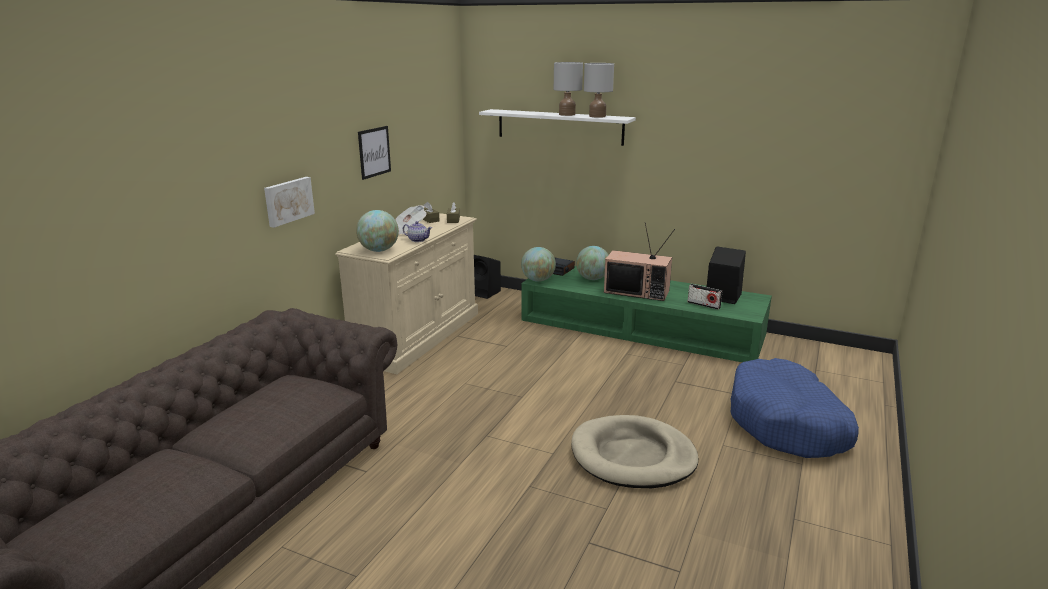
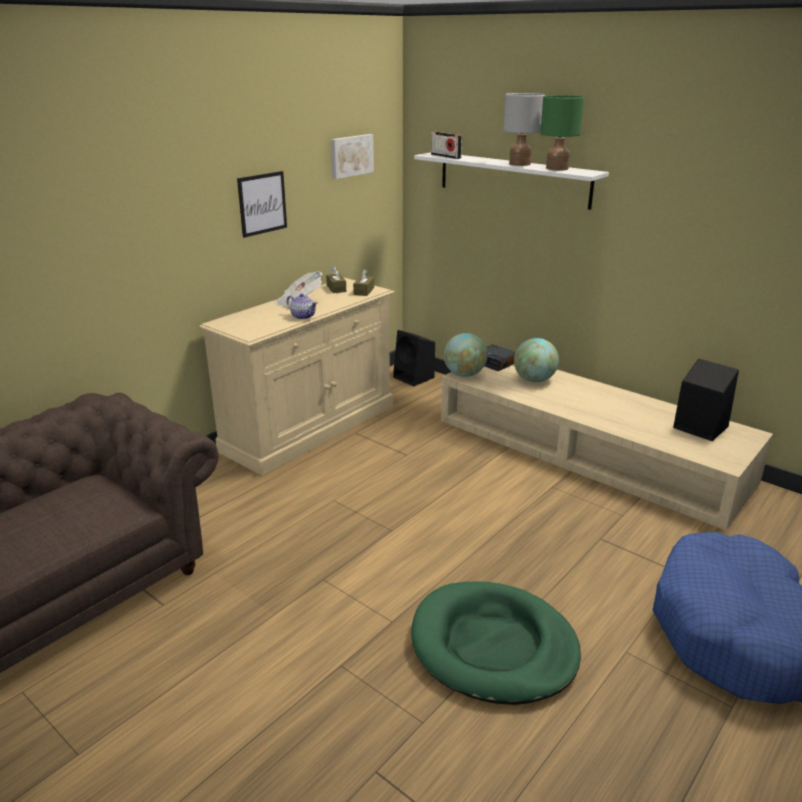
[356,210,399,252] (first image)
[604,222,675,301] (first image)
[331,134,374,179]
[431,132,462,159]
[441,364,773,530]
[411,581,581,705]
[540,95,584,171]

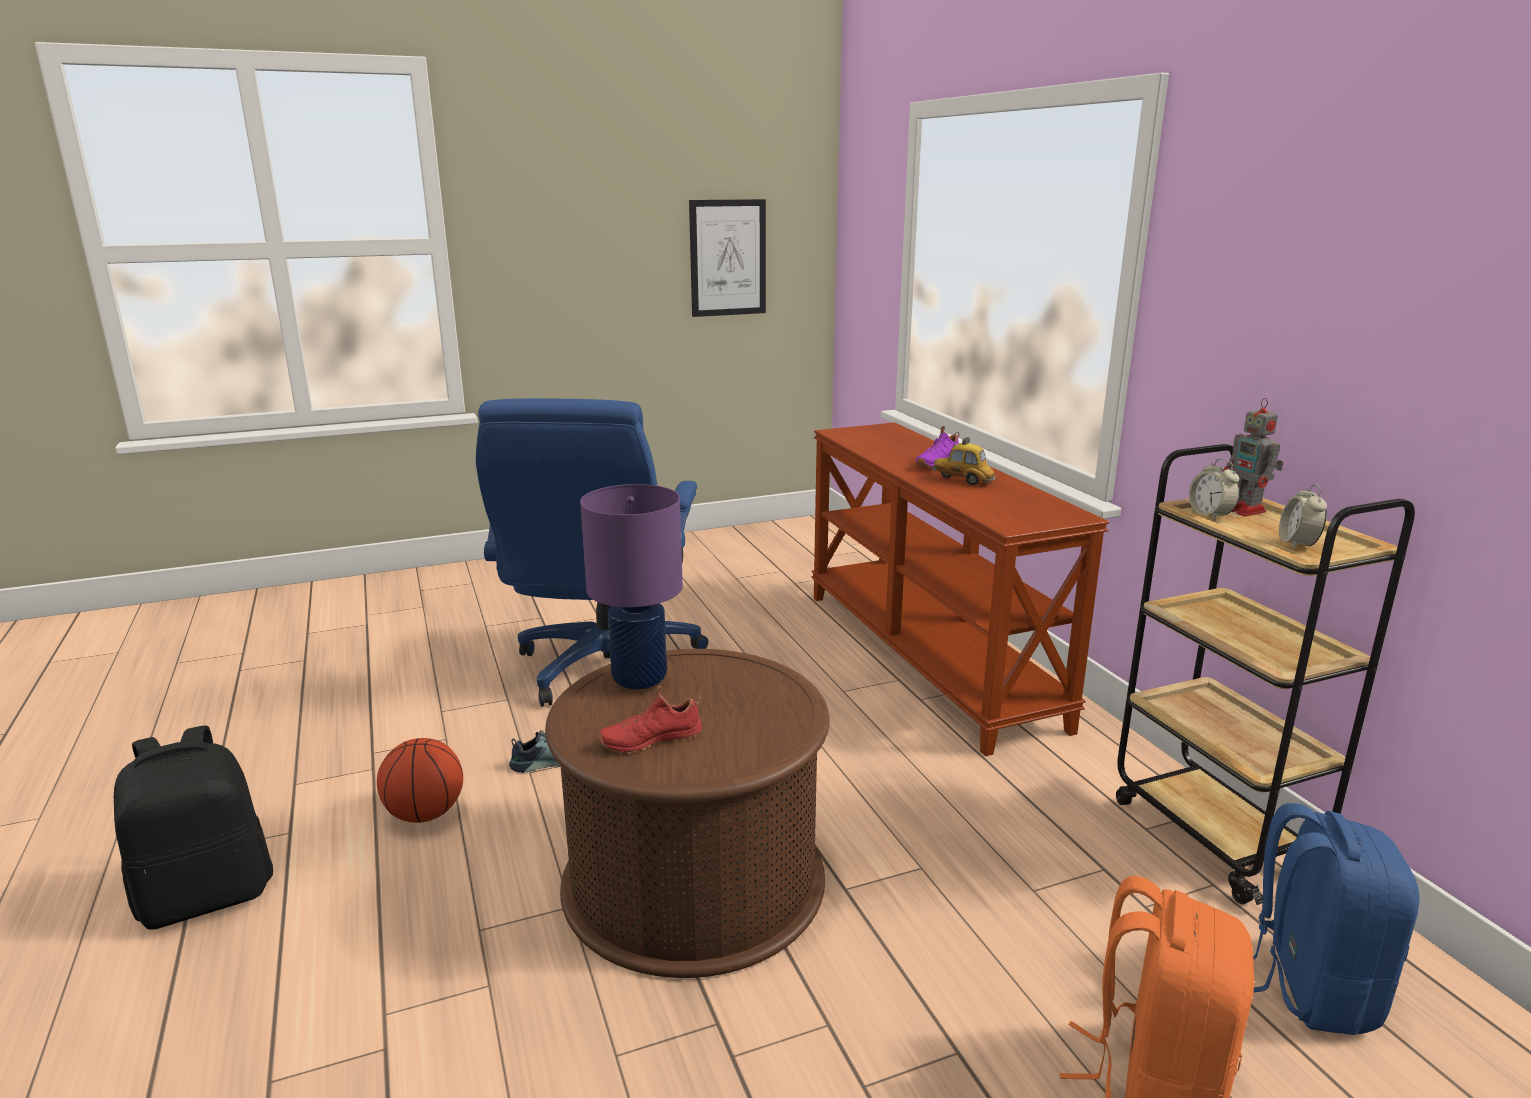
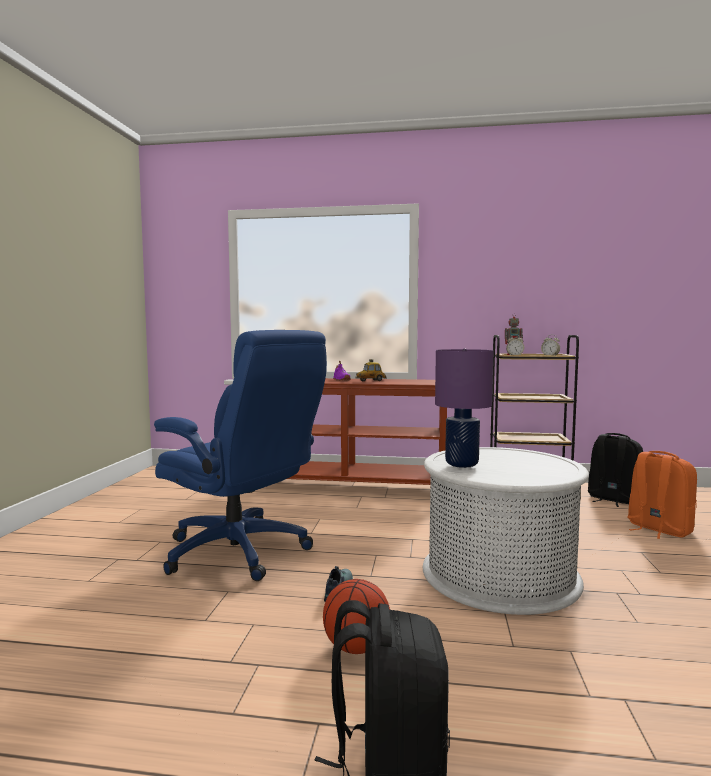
[598,686,702,754] (first image)
[689,199,766,317] (first image)
[423,447,589,615]
[588,433,643,507]

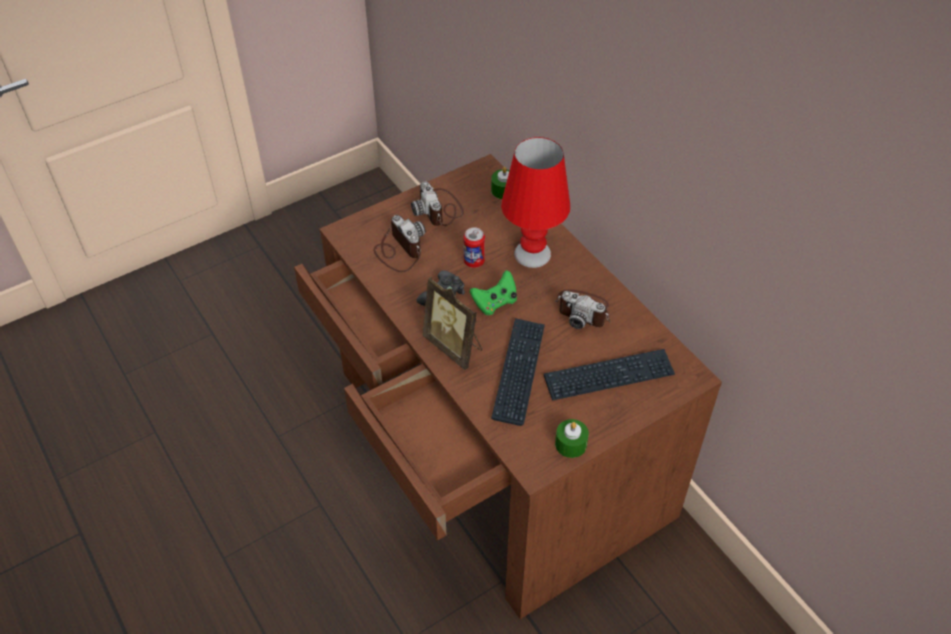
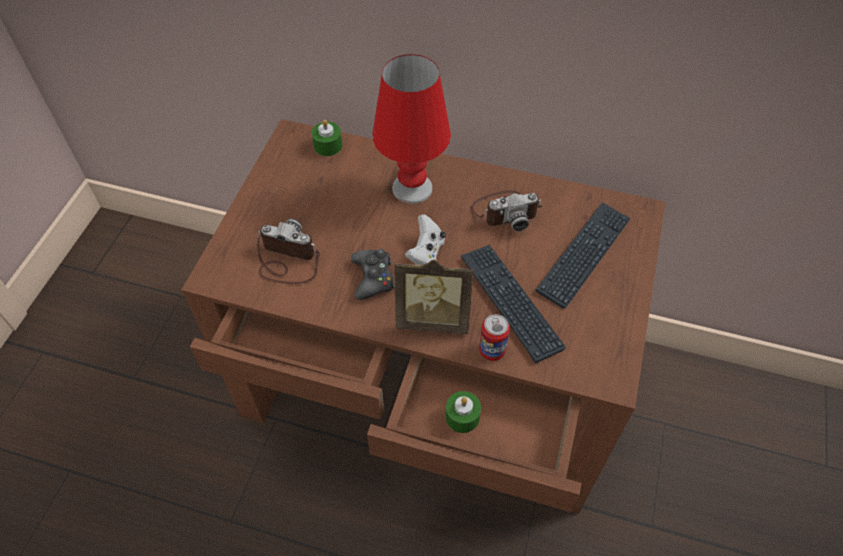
[411,181,464,226] (first image)
[479,314,510,361]
[445,391,481,433]
[405,214,446,265]

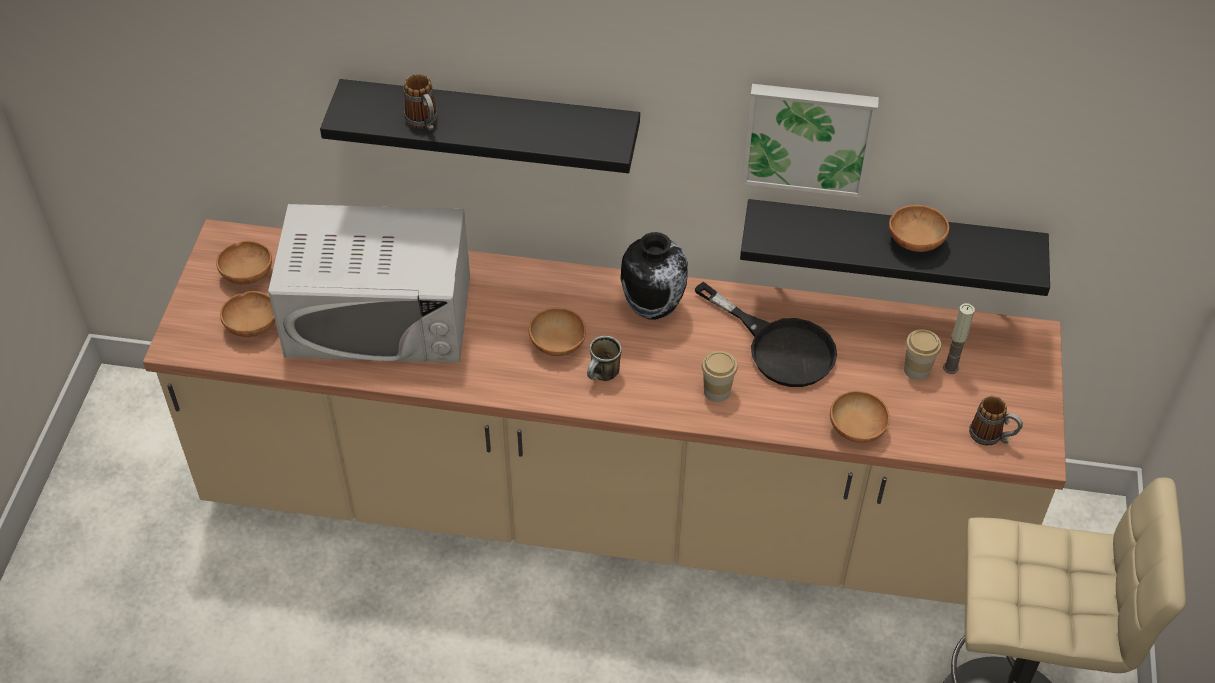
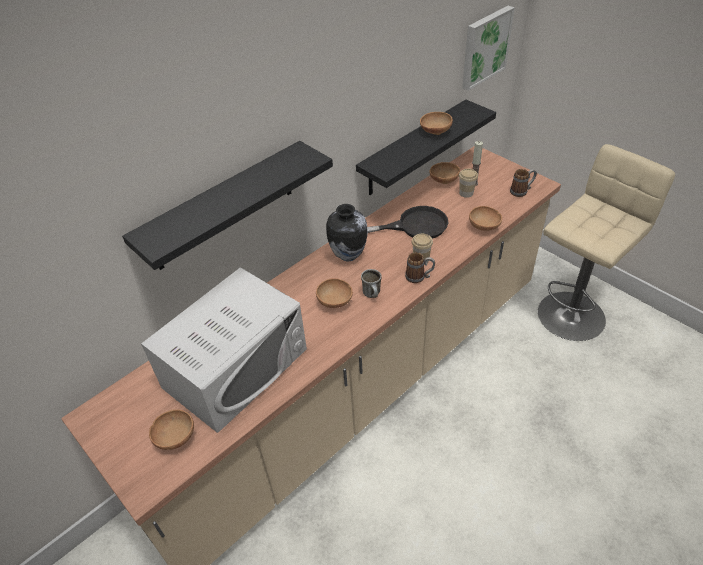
[430,162,460,184]
[405,252,435,283]
[462,6,515,91]

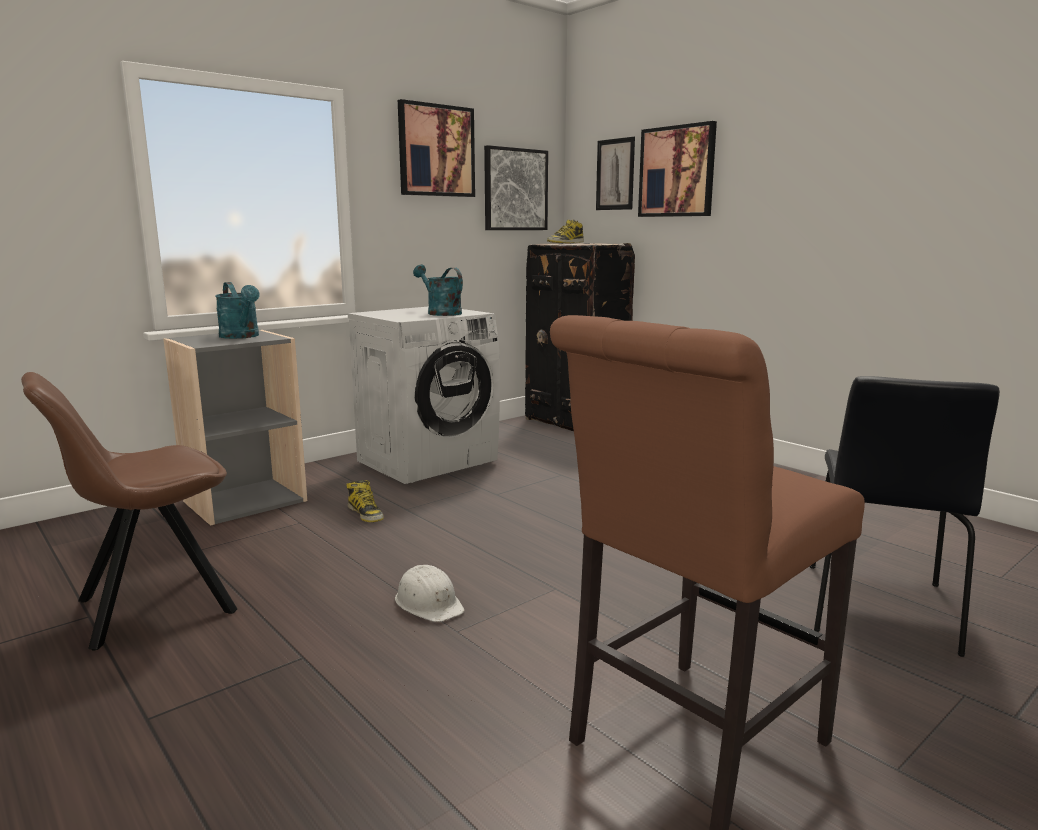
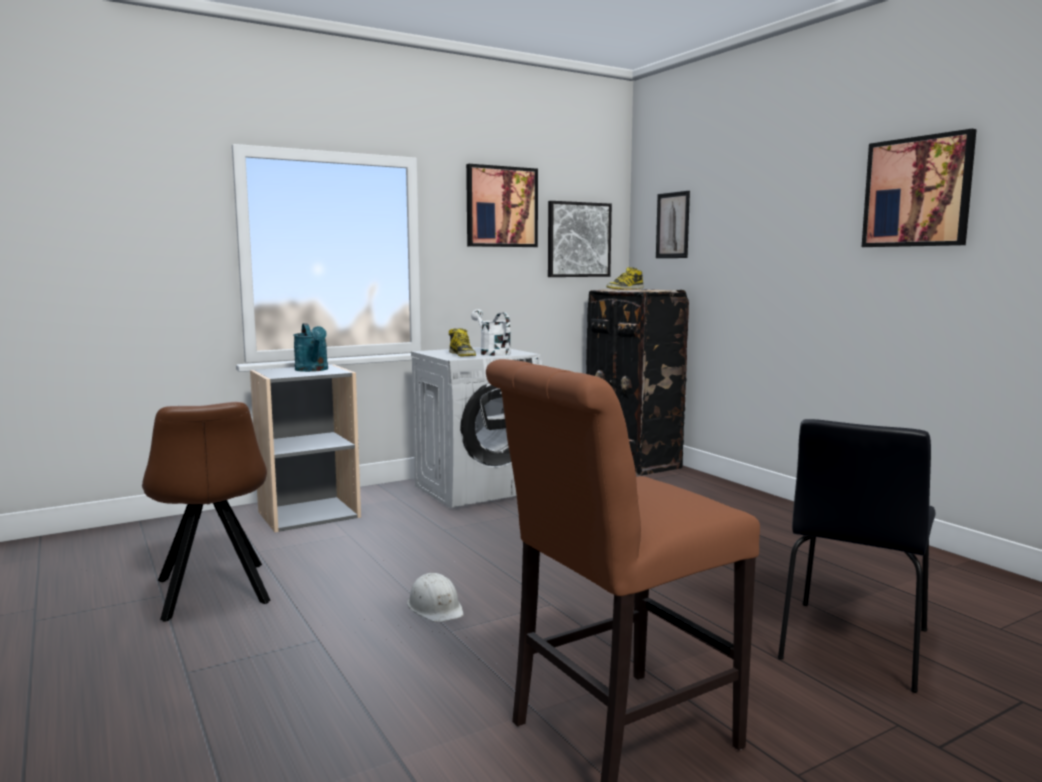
[449,328,476,356]
[862,129,977,247]
[471,309,511,356]
[142,402,271,621]

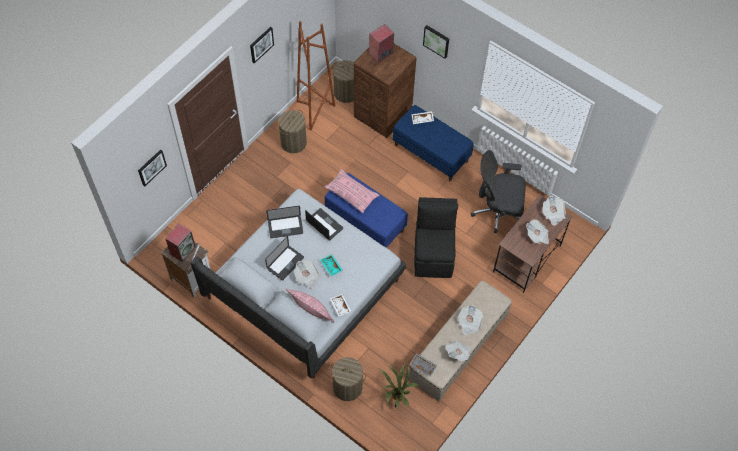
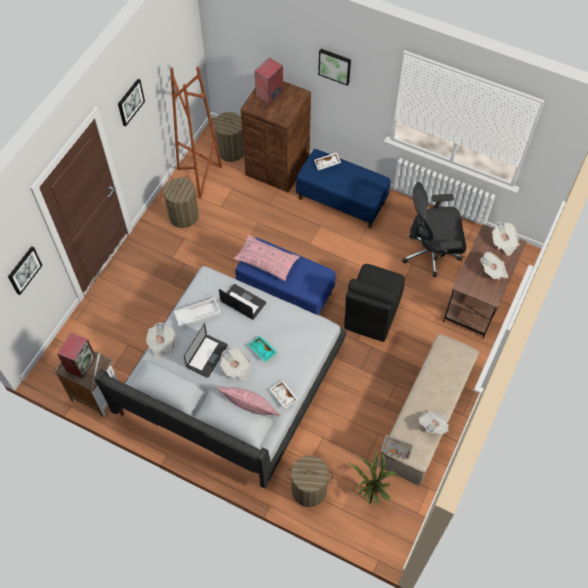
[146,323,176,359]
[174,298,221,326]
[344,264,405,342]

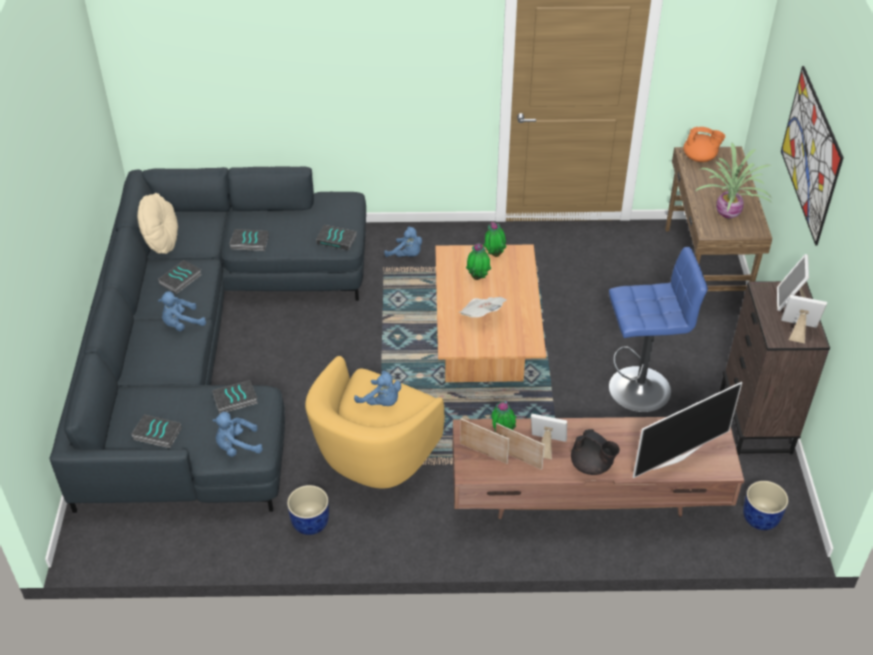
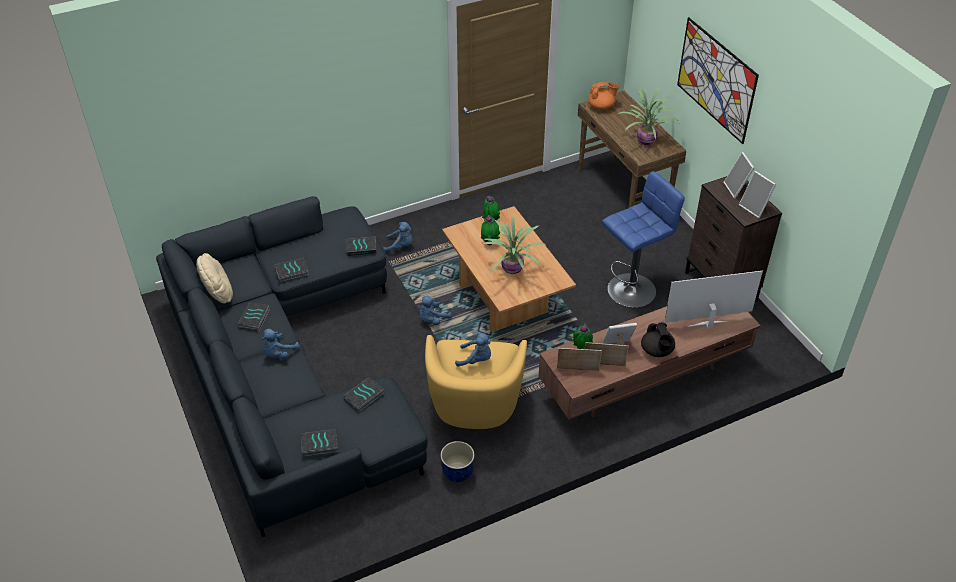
[743,481,788,530] (first image)
[419,295,452,325]
[483,216,546,274]
[641,322,675,357]
[664,271,763,329]
[739,171,776,218]

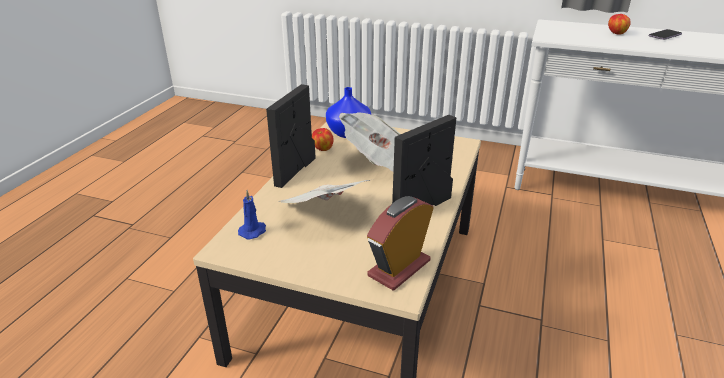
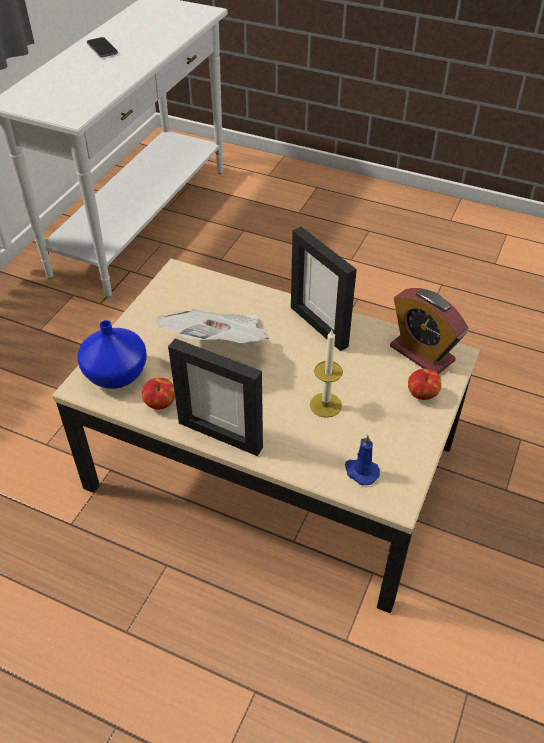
[408,369,442,400]
[310,330,343,418]

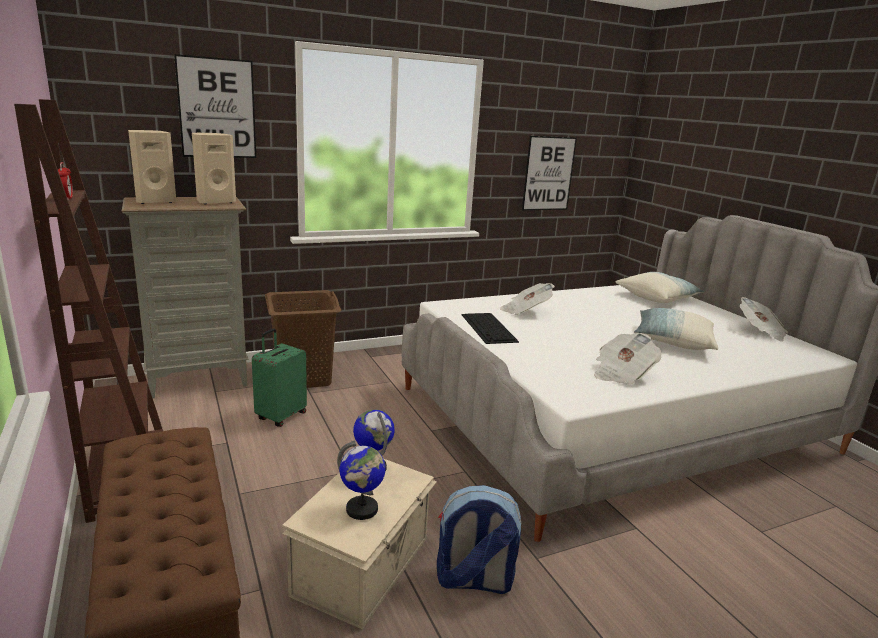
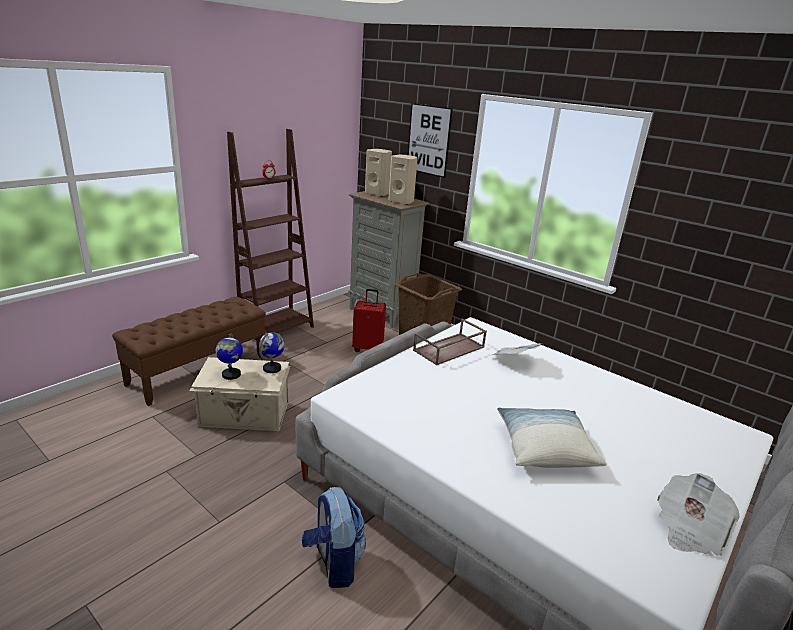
[522,136,577,210] (first image)
[594,333,661,384] (first image)
[616,272,705,303] (first image)
[302,487,366,588]
[413,318,487,365]
[352,289,386,352]

